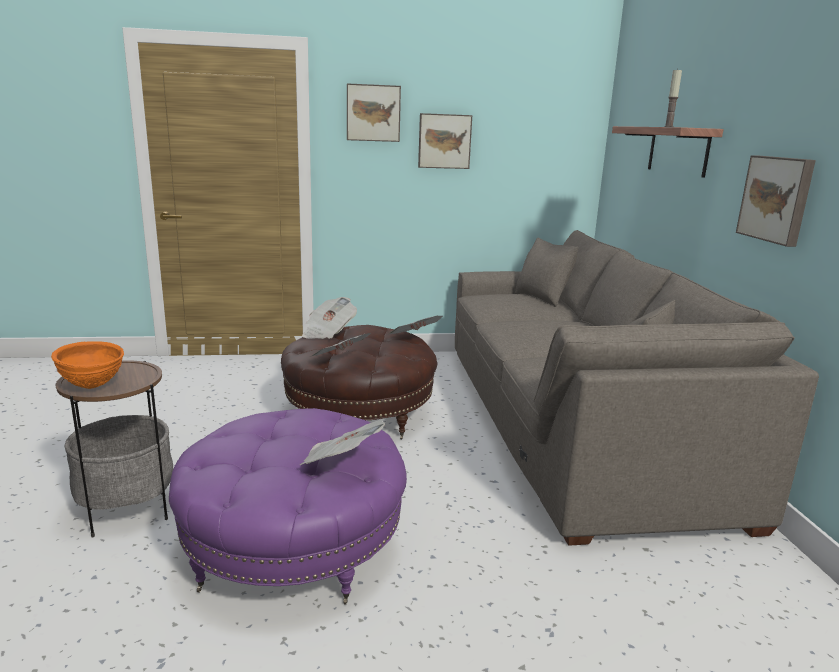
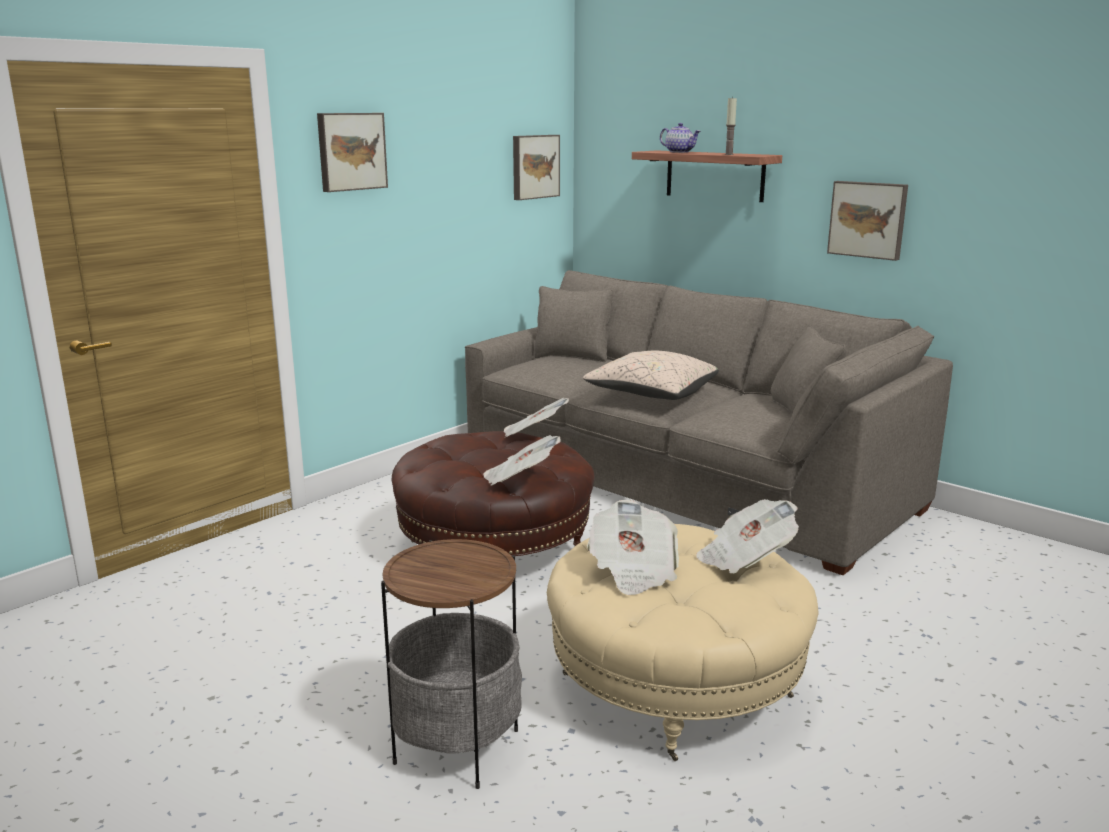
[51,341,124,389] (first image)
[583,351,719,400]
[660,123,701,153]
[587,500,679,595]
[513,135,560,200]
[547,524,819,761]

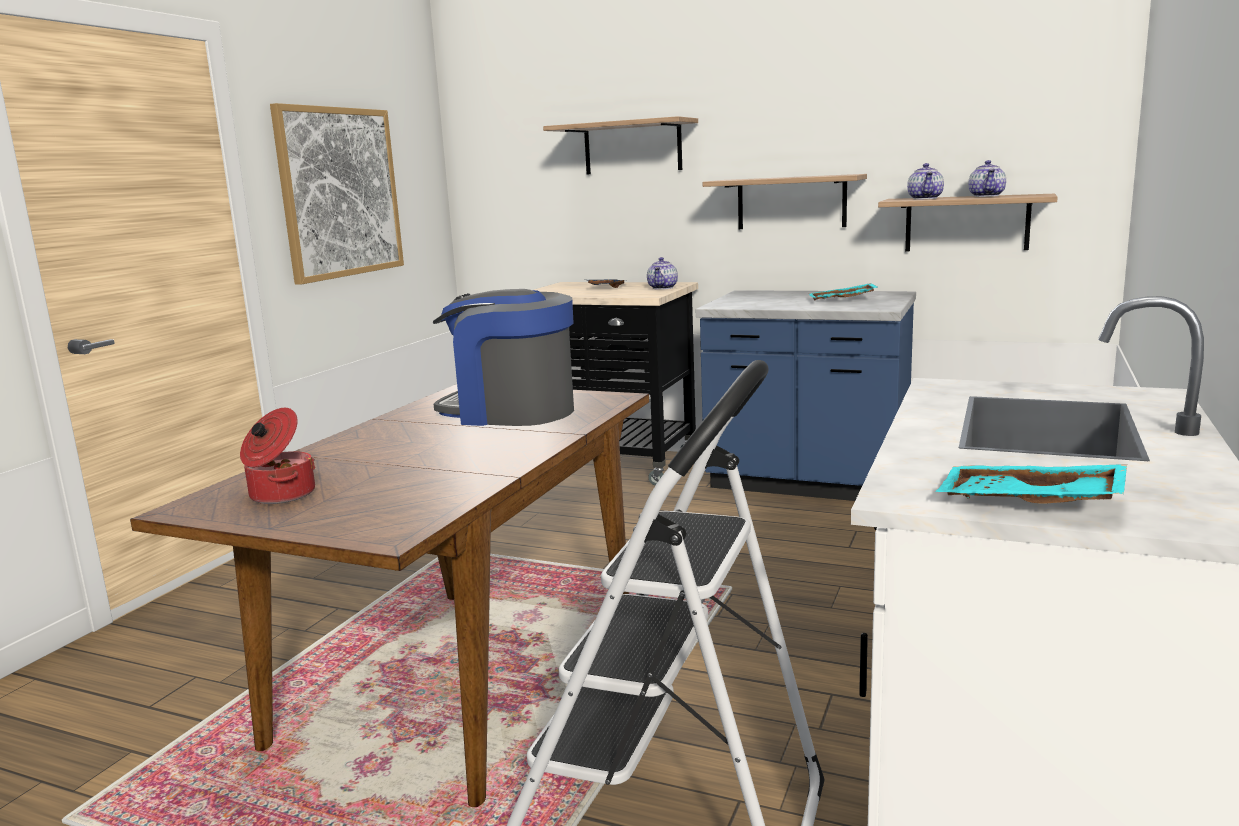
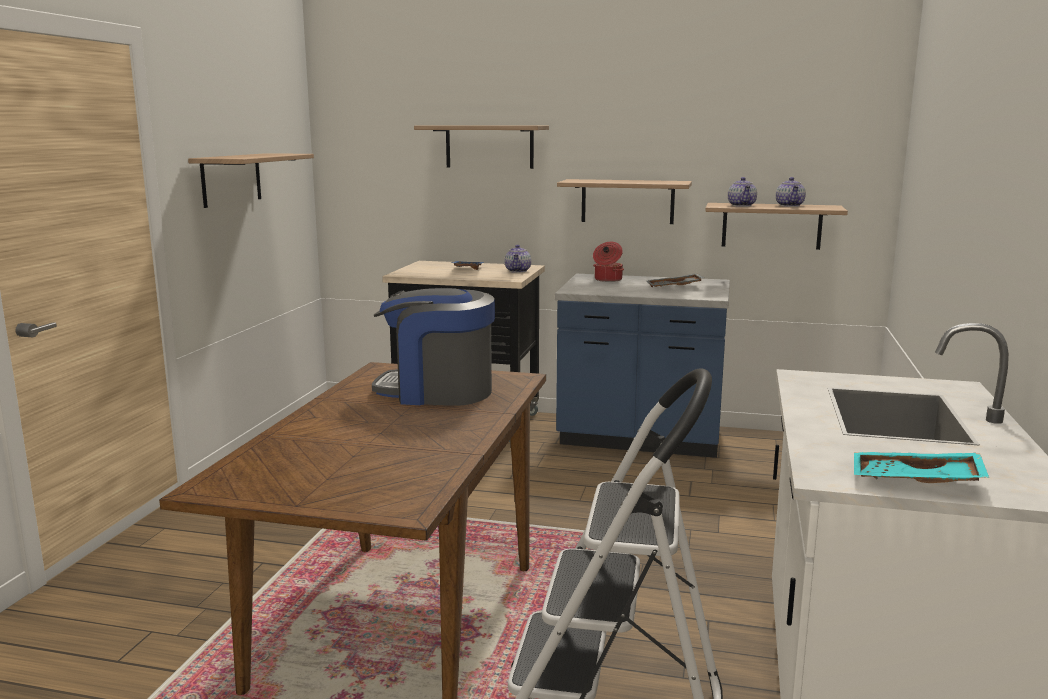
[593,242,624,282]
[188,153,314,208]
[647,273,704,287]

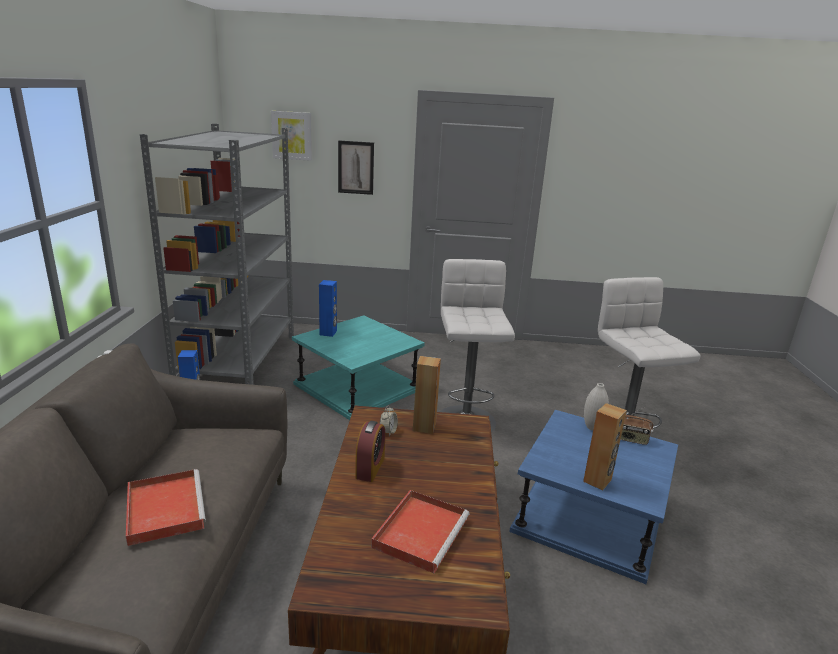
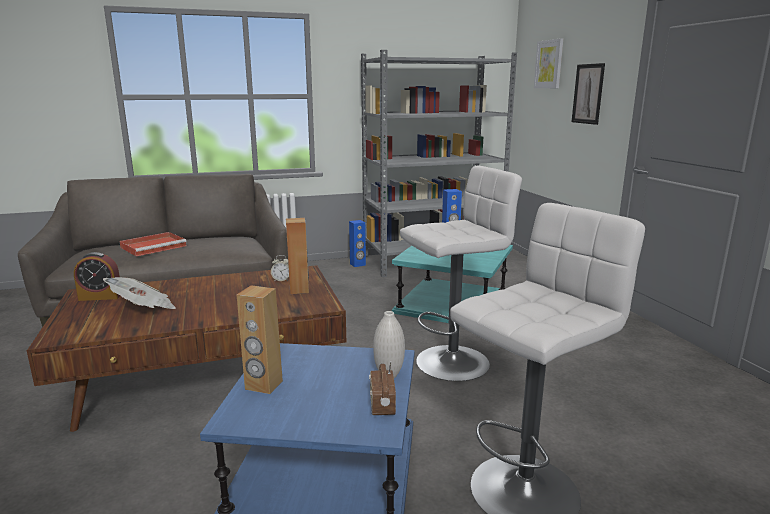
[74,252,120,301]
[103,277,176,309]

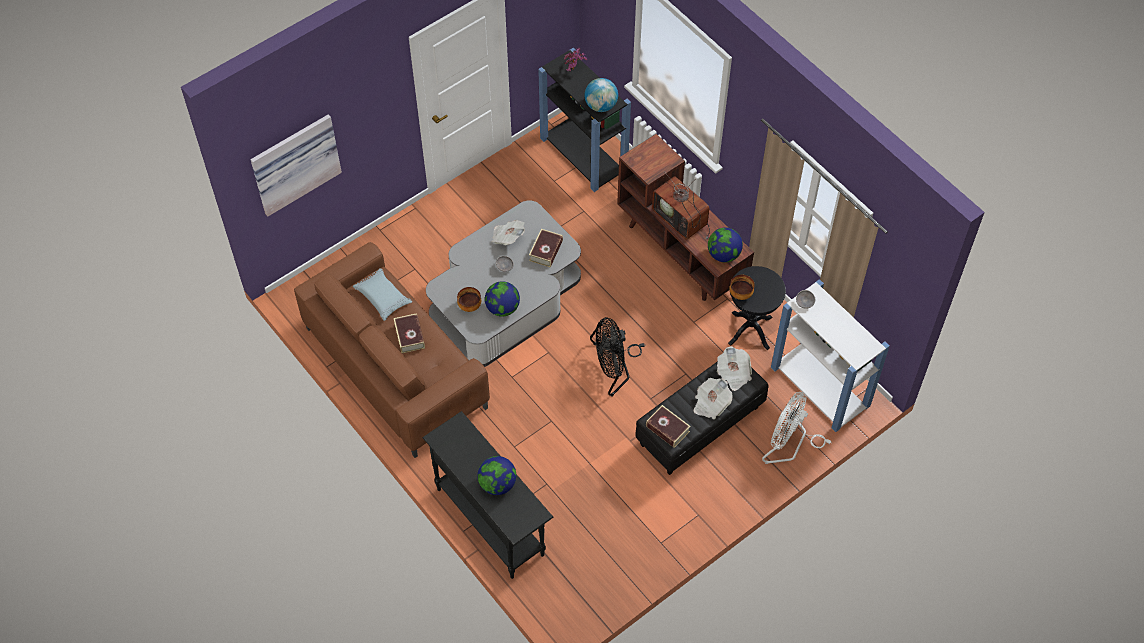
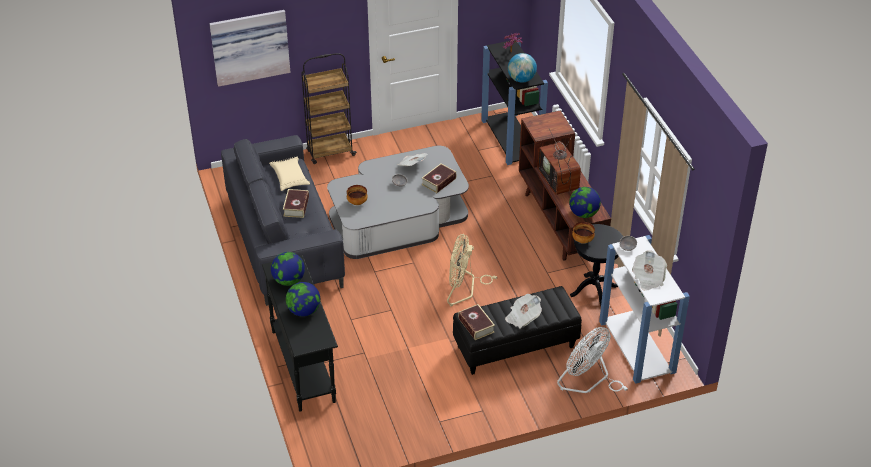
[302,53,357,164]
[271,252,305,286]
[632,250,667,291]
[221,135,345,306]
[269,157,310,191]
[447,234,498,306]

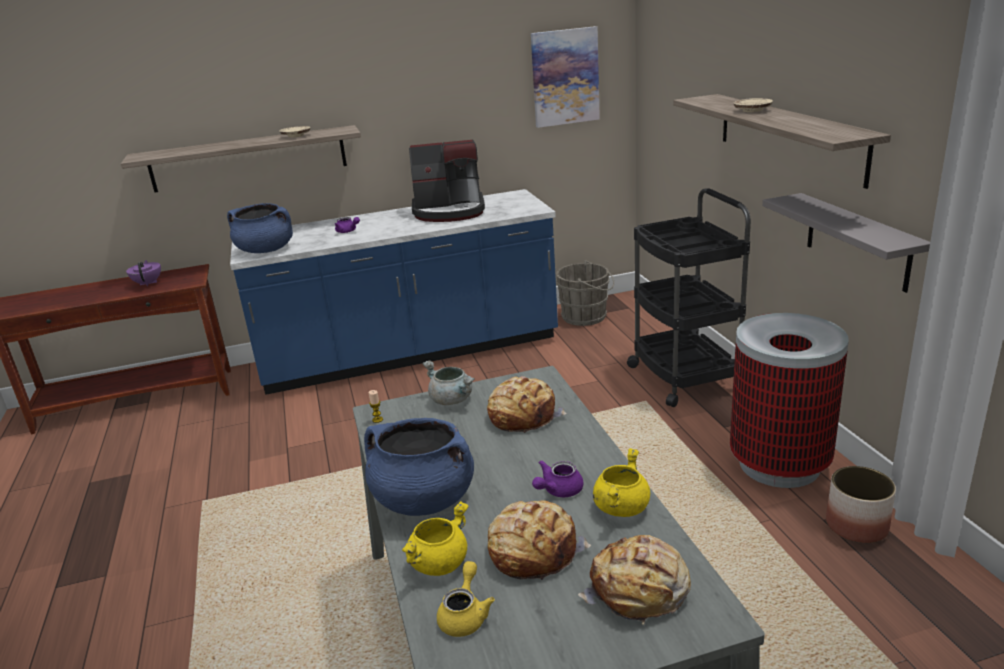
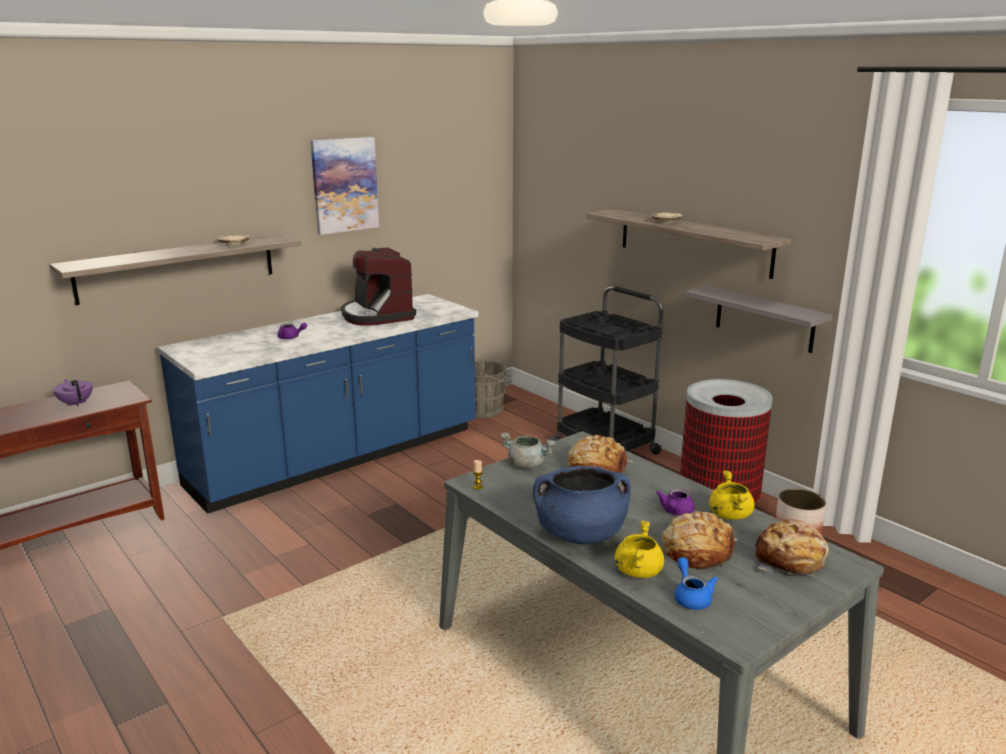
[227,203,293,253] (first image)
[310,137,379,235]
[674,557,718,610]
[341,247,416,326]

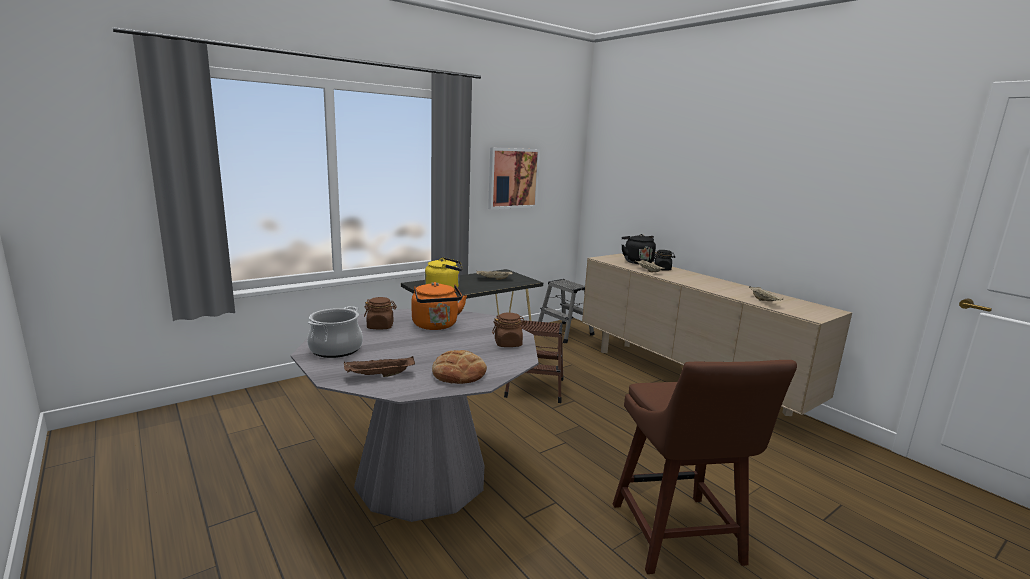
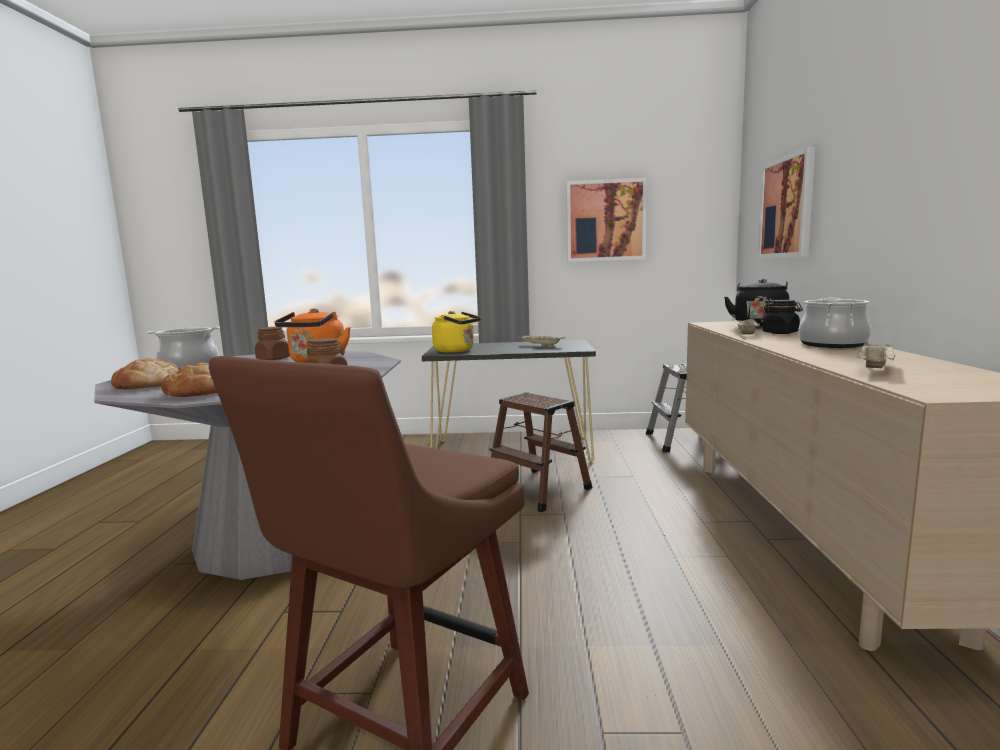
[758,147,815,258]
[798,298,871,348]
[111,358,179,389]

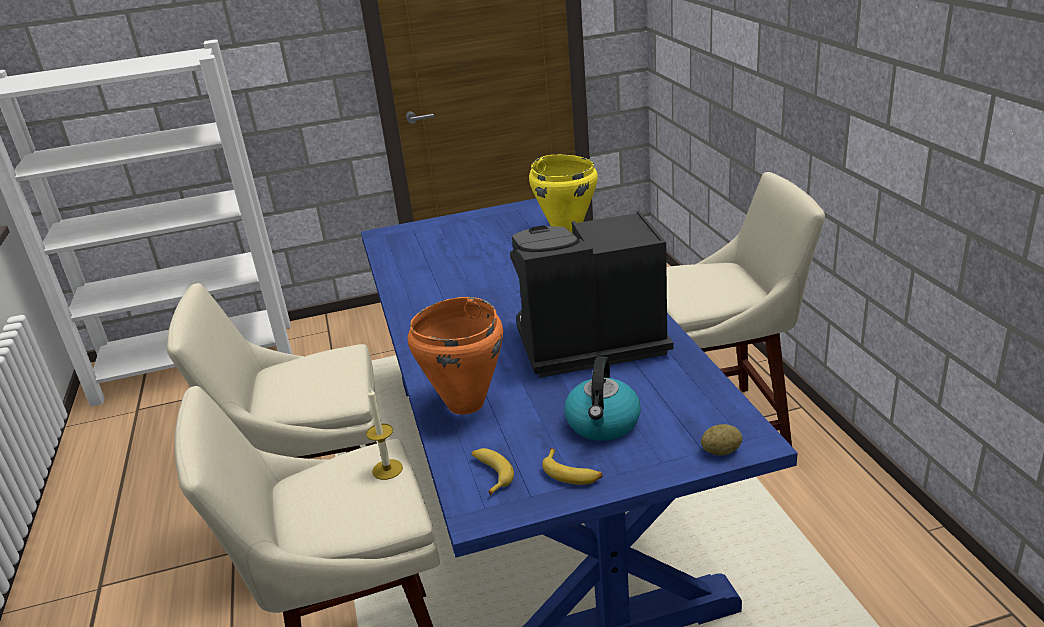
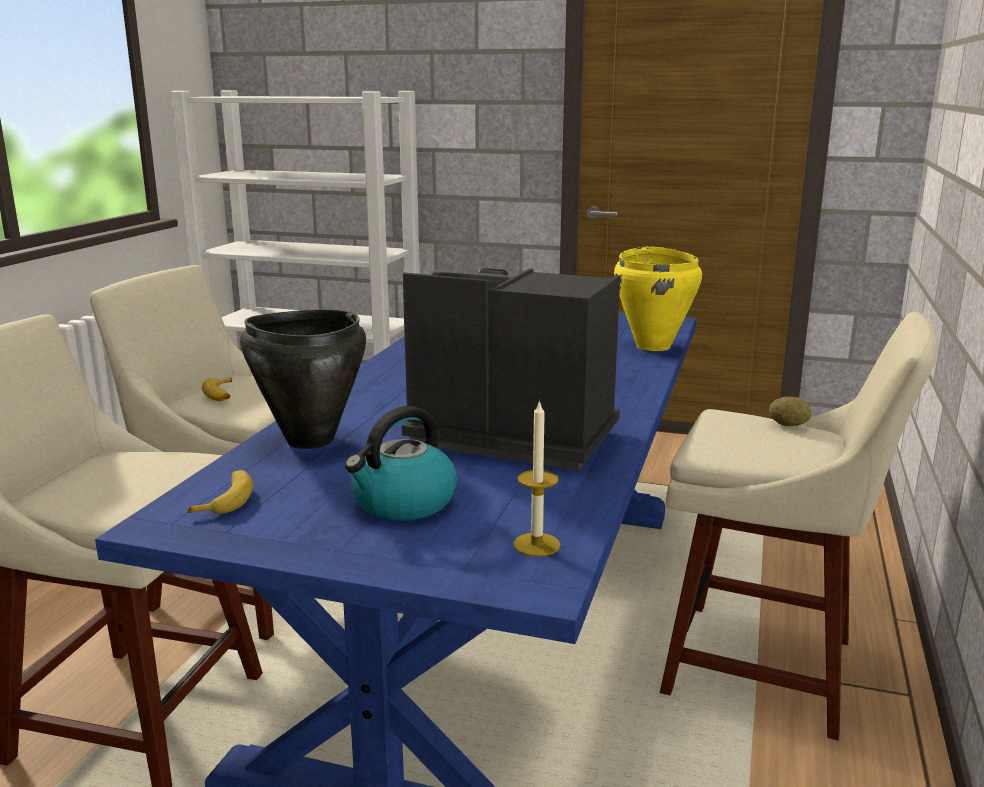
[513,399,561,557]
[202,378,232,401]
[769,396,812,426]
[240,309,366,449]

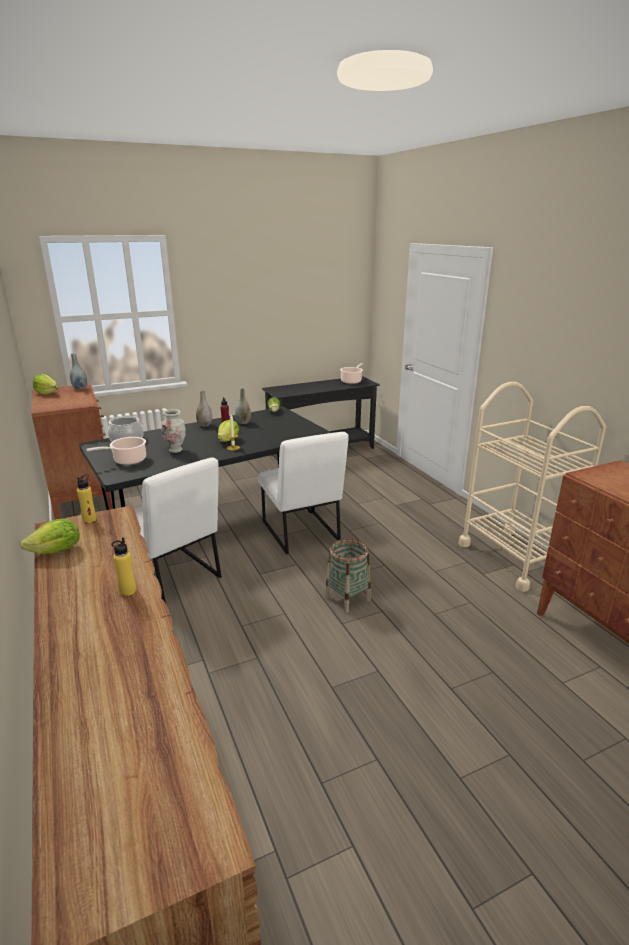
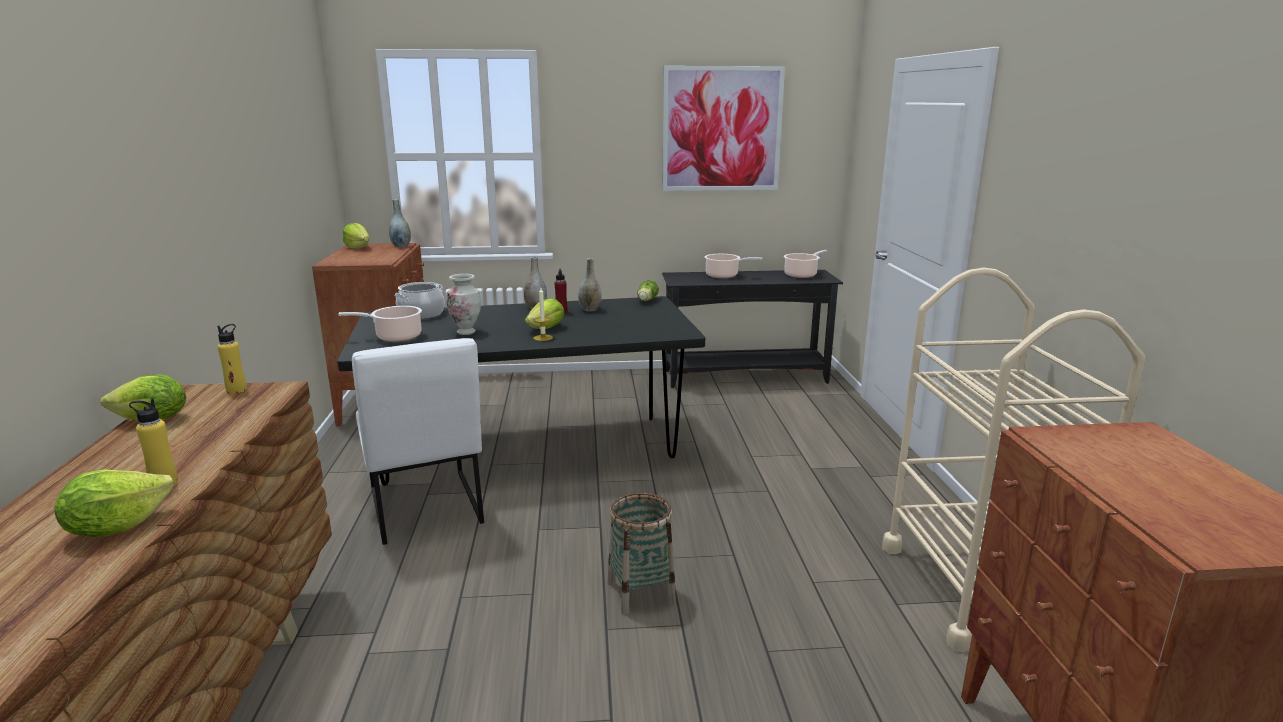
[258,432,349,554] (first image)
[54,469,174,537]
[662,66,785,191]
[705,254,762,278]

